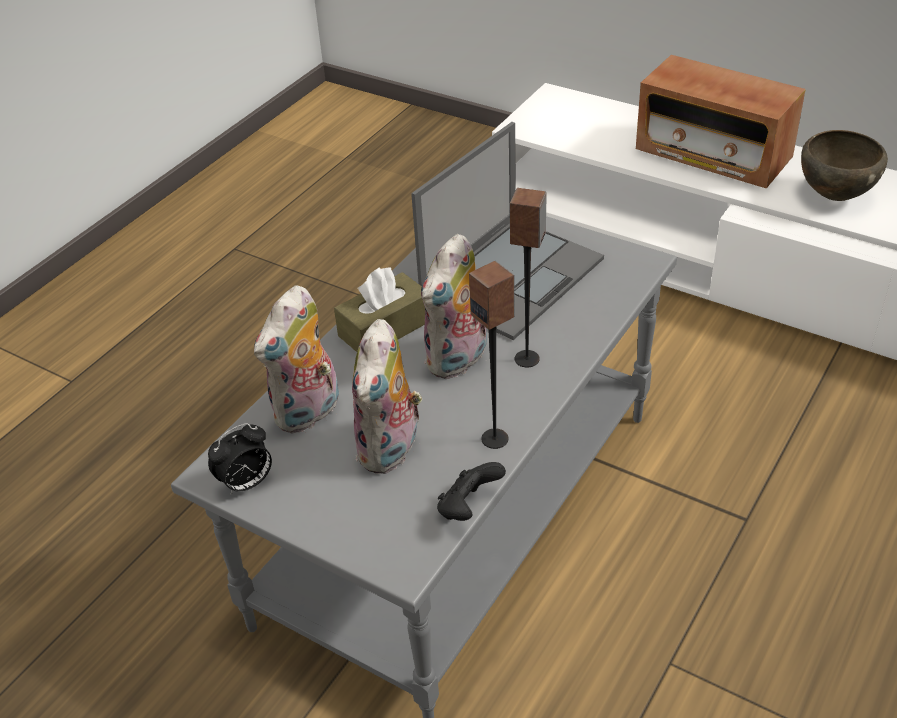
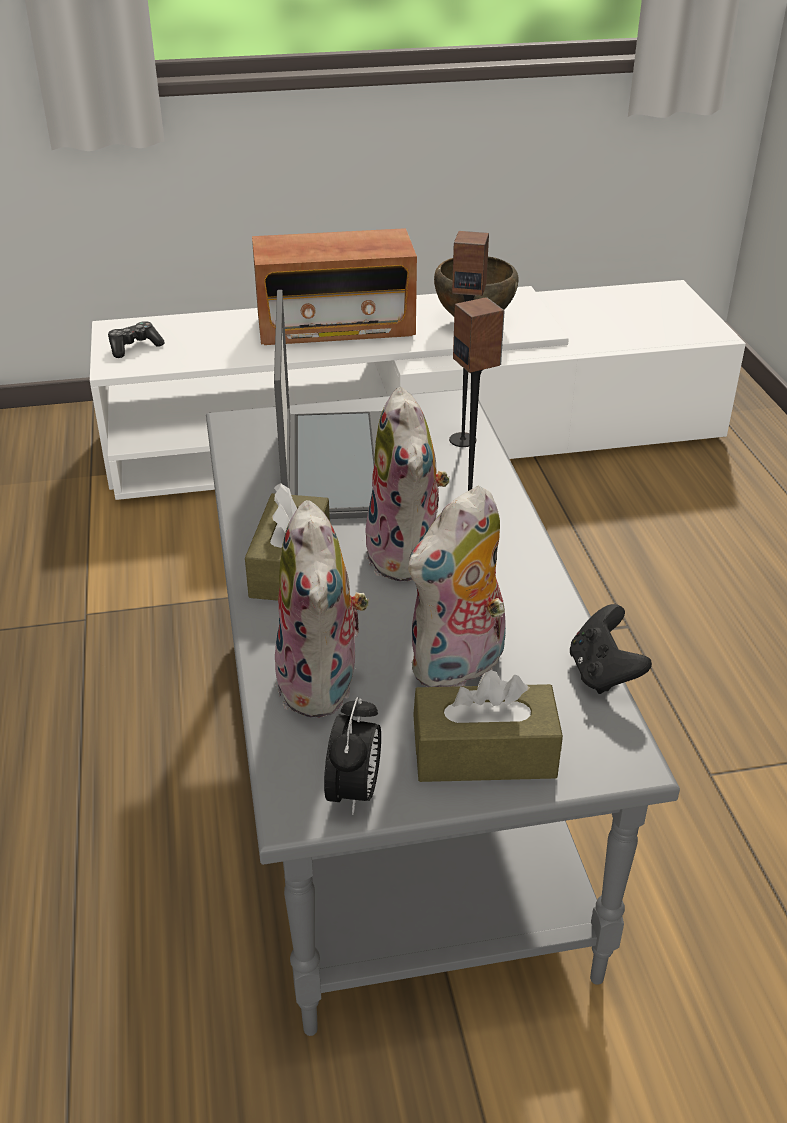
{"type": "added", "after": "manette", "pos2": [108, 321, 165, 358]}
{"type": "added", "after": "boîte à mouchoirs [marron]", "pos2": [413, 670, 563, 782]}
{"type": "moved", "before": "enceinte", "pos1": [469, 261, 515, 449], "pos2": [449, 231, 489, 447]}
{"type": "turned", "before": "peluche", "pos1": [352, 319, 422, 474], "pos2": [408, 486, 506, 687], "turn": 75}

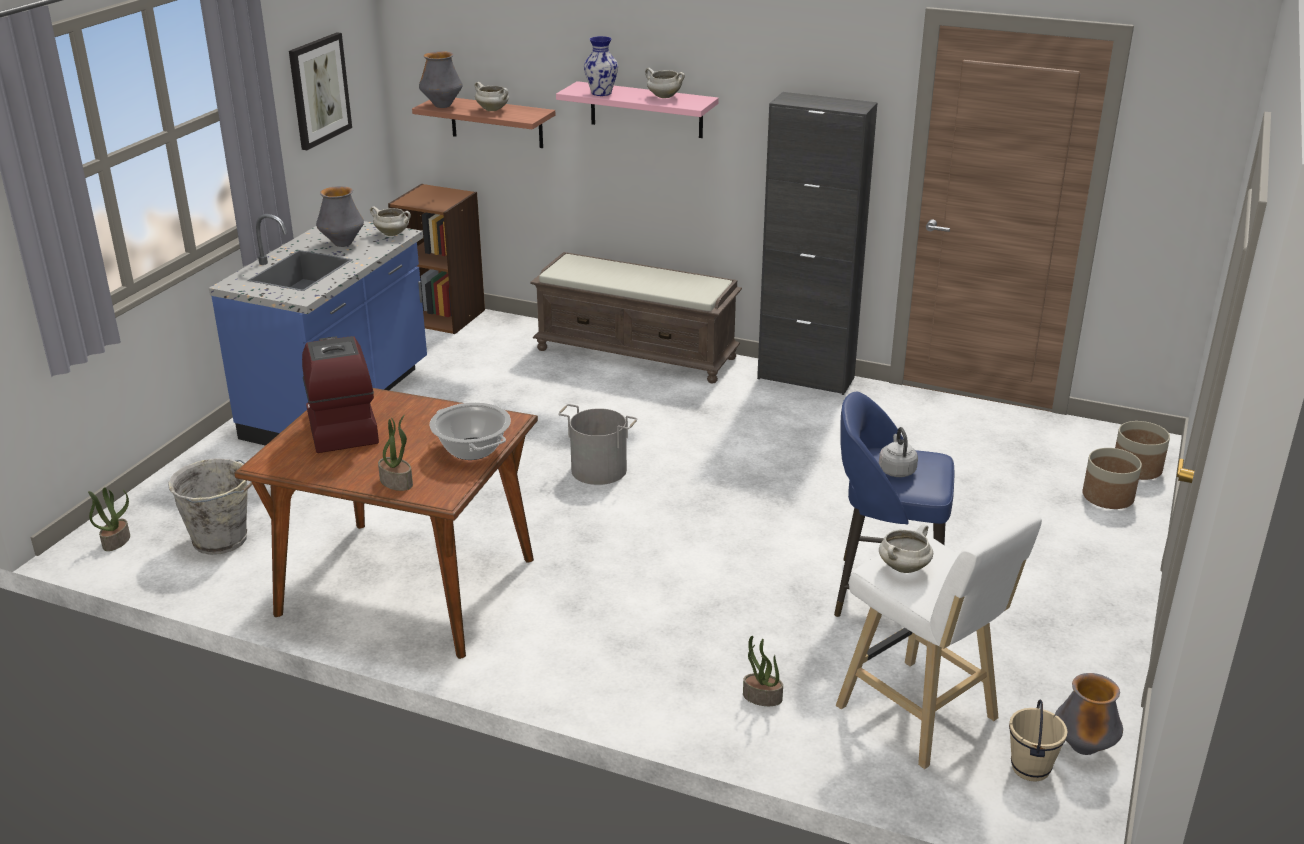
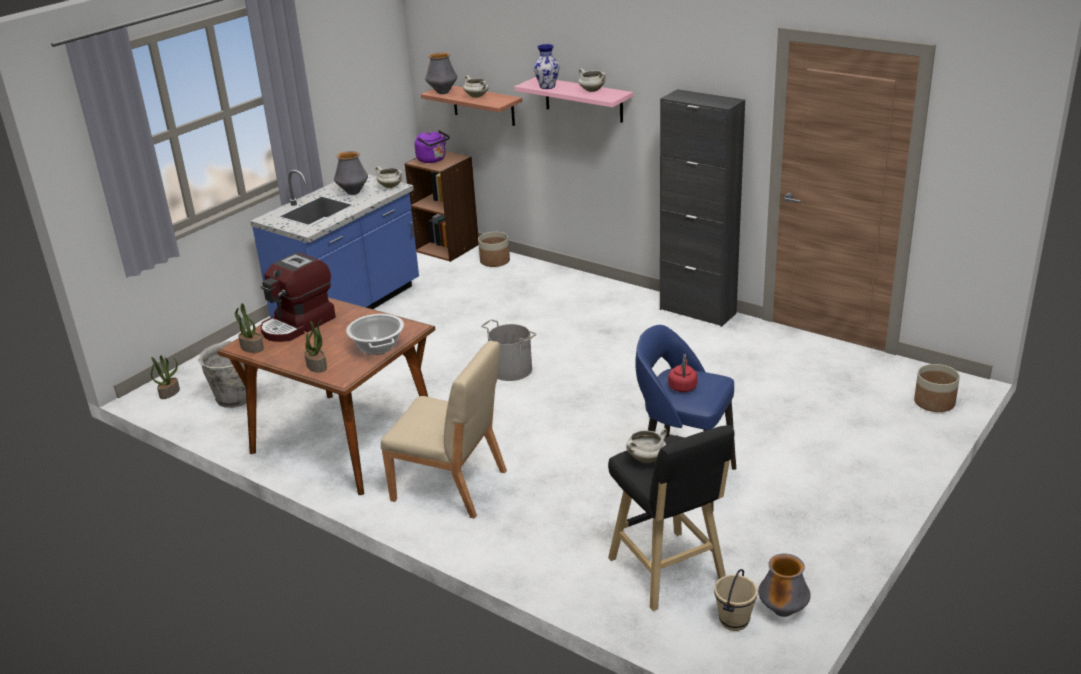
{"type": "removed", "before": "tableau", "pos1": [289, 32, 352, 150]}
{"type": "removed", "before": "banc [marron]", "pos1": [530, 252, 742, 383]}
{"type": "added", "after": "chaise [beige]", "pos2": [381, 341, 507, 519]}
{"type": "added", "after": "bouilloire [violet]", "pos2": [415, 130, 450, 163]}
{"type": "moved", "before": "plante en pot", "pos1": [743, 636, 783, 706], "pos2": [234, 303, 264, 353]}
{"type": "moved", "before": "cache-pot", "pos1": [1082, 448, 1142, 509], "pos2": [478, 232, 510, 267]}
{"type": "recoloured", "before": "tabouret [blanc]", "after": "tabouret [noir]", "pos1": [836, 512, 1042, 769], "pos2": [608, 425, 735, 611]}
{"type": "recoloured", "before": "bouilloire [gris]", "after": "bouilloire [rouge]", "pos1": [879, 427, 918, 477], "pos2": [668, 354, 698, 392]}
{"type": "turned", "before": "machine à café", "pos1": [302, 336, 379, 453], "pos2": [260, 253, 336, 342], "turn": -135}

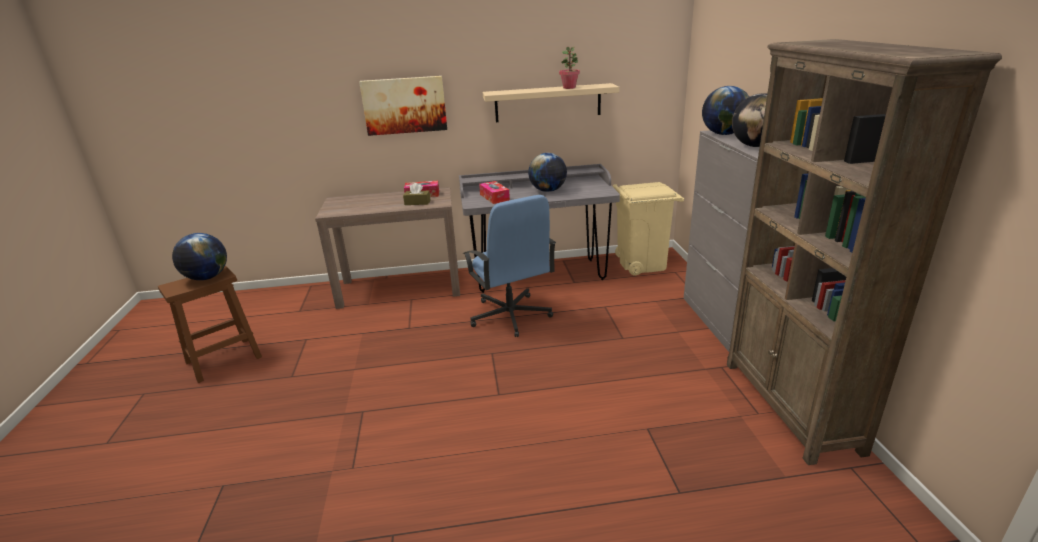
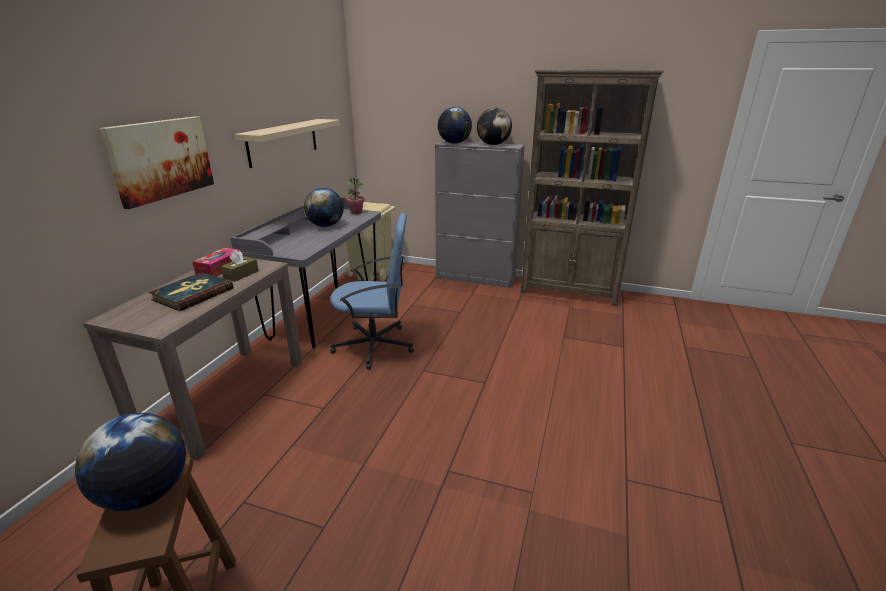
{"type": "removed", "before": "boîte à mouchoirs", "pos1": [479, 181, 510, 204]}
{"type": "added", "after": "livre", "pos2": [149, 272, 233, 311]}
{"type": "moved", "before": "plante en pot", "pos1": [559, 46, 580, 89], "pos2": [346, 177, 365, 214]}

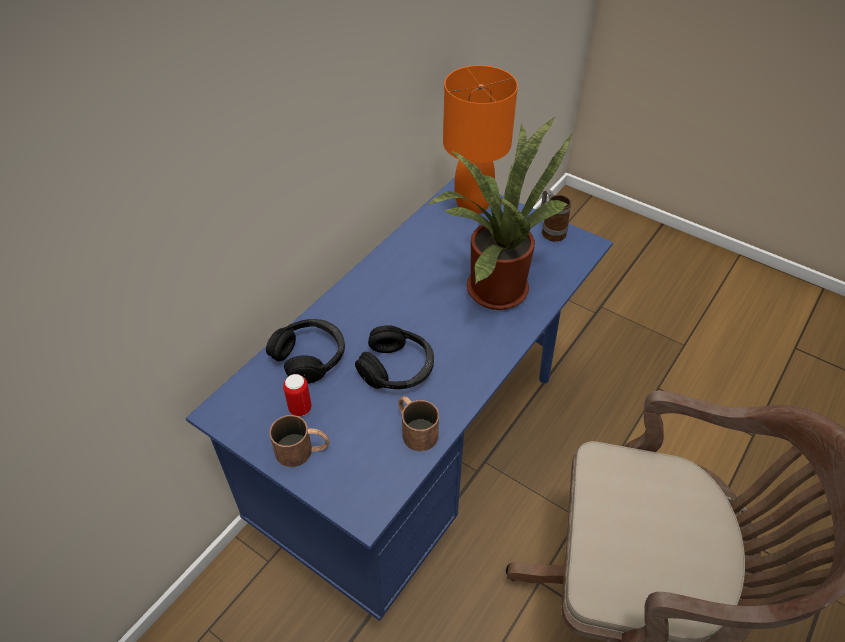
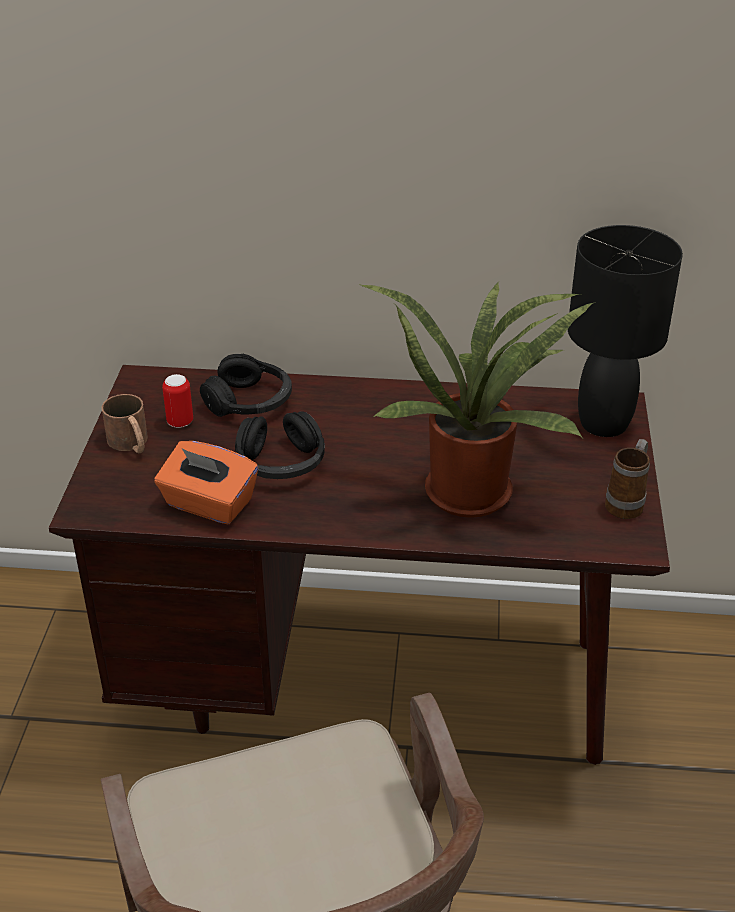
{"type": "replaced", "before": "mug [marron]", "after": "boîte à mouchoirs [orange]", "pos1": [398, 396, 439, 451], "pos2": [154, 441, 258, 524]}
{"type": "recoloured", "before": "bureau [bleu]", "after": "bureau [marron]", "pos1": [186, 177, 613, 621], "pos2": [49, 365, 670, 765]}
{"type": "recoloured", "before": "lampe de table [orange]", "after": "lampe de table [noir]", "pos1": [443, 65, 518, 214], "pos2": [568, 225, 683, 437]}

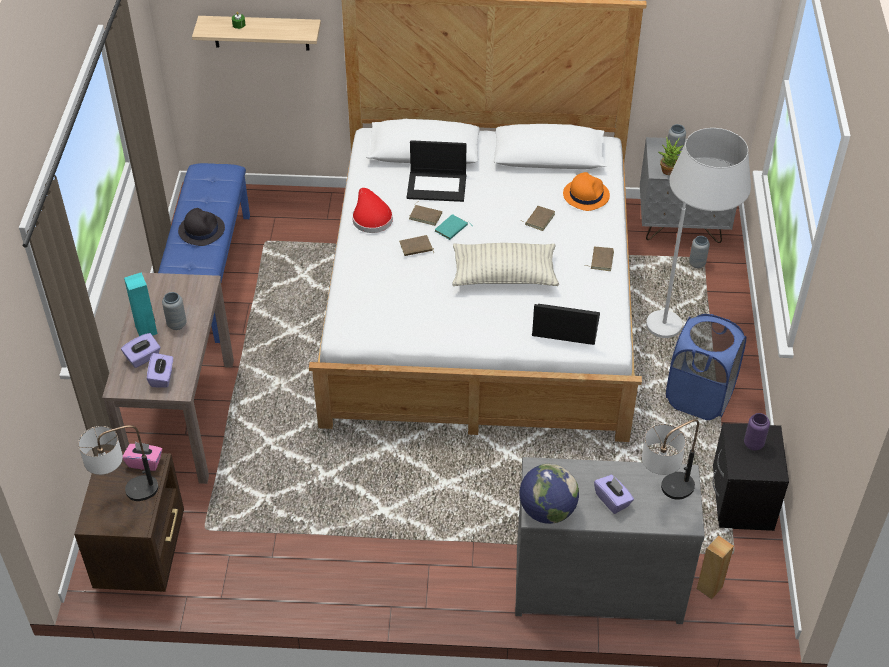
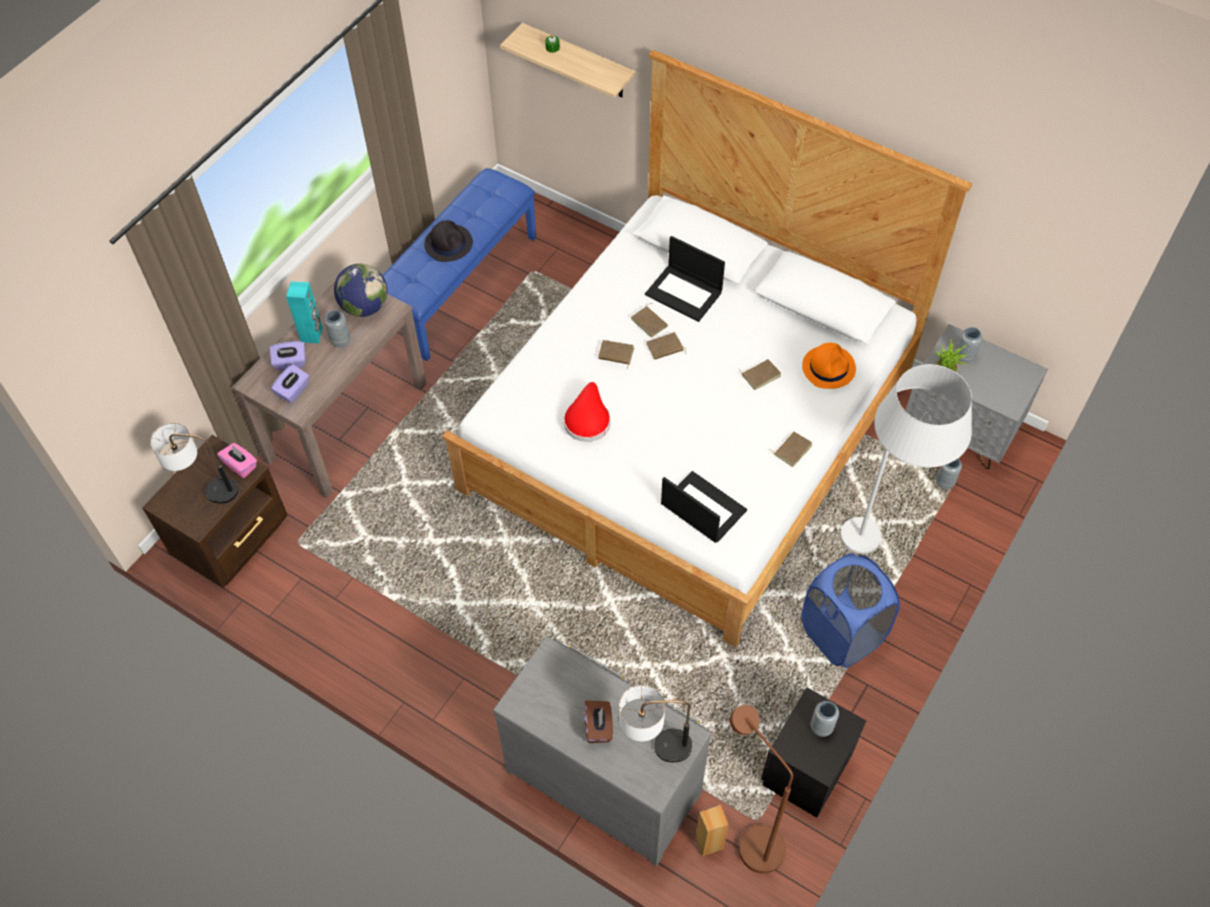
{"type": "removed", "before": "coussin", "pos1": [452, 243, 559, 286]}
{"type": "added", "after": "lampadaire [marron]", "pos2": [730, 705, 793, 874]}
{"type": "moved", "before": "chapeau [rouge]", "pos1": [352, 188, 393, 233], "pos2": [564, 382, 611, 442]}
{"type": "moved", "before": "globe", "pos1": [520, 464, 579, 524], "pos2": [334, 264, 387, 317]}
{"type": "recoloured", "before": "livre [turquoise]", "after": "livre [marron]", "pos1": [435, 214, 470, 240], "pos2": [646, 332, 686, 360]}
{"type": "recoloured", "before": "boîte à mouchoirs [violet]", "after": "boîte à mouchoirs [marron]", "pos1": [594, 475, 634, 514], "pos2": [584, 700, 613, 743]}
{"type": "recoloured", "before": "vase [violet]", "after": "vase [gris]", "pos1": [744, 413, 770, 451], "pos2": [811, 701, 839, 737]}

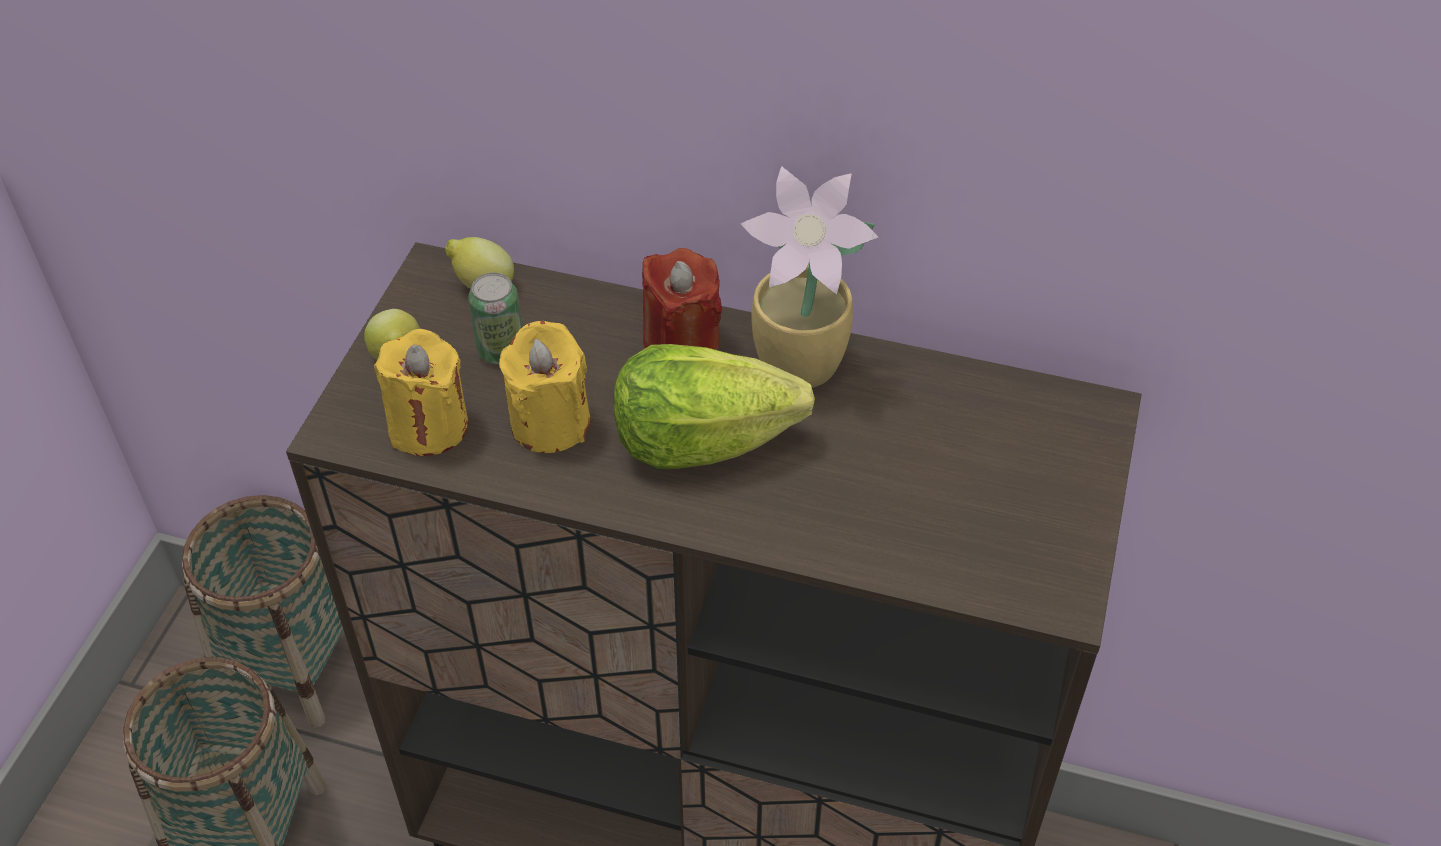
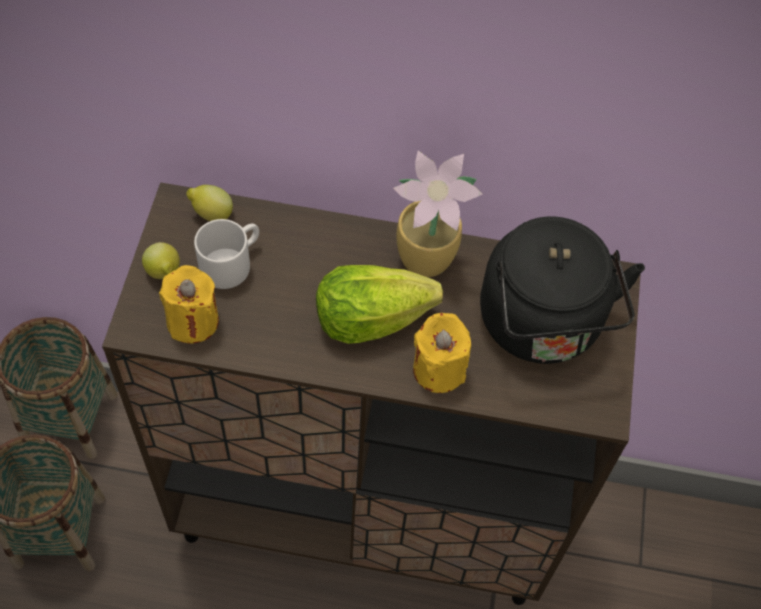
{"type": "removed", "before": "bougie [rouge]", "pos1": [642, 248, 722, 350]}
{"type": "added", "after": "bouilloire [noir]", "pos2": [480, 217, 645, 364]}
{"type": "moved", "before": "bougie [jaune]", "pos1": [499, 321, 590, 453], "pos2": [413, 313, 471, 393]}
{"type": "replaced", "before": "boîte métallique", "after": "mug [blanc]", "pos1": [469, 273, 522, 364], "pos2": [194, 219, 259, 289]}

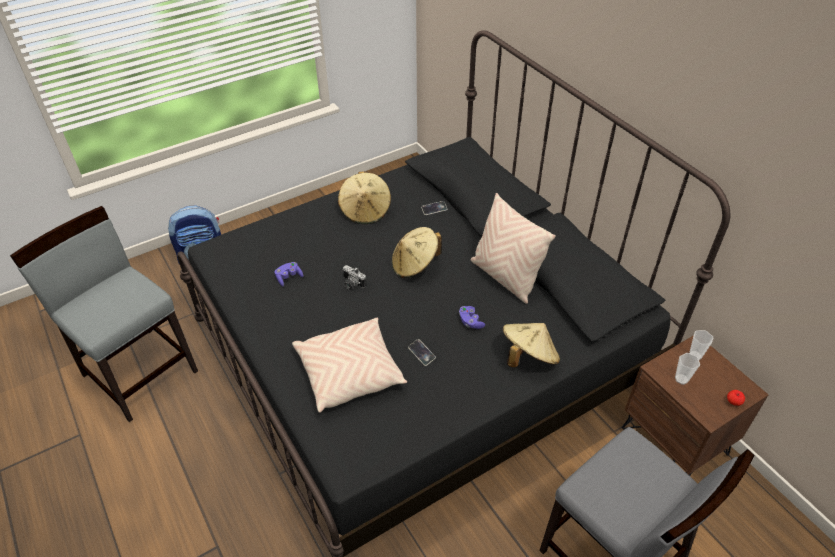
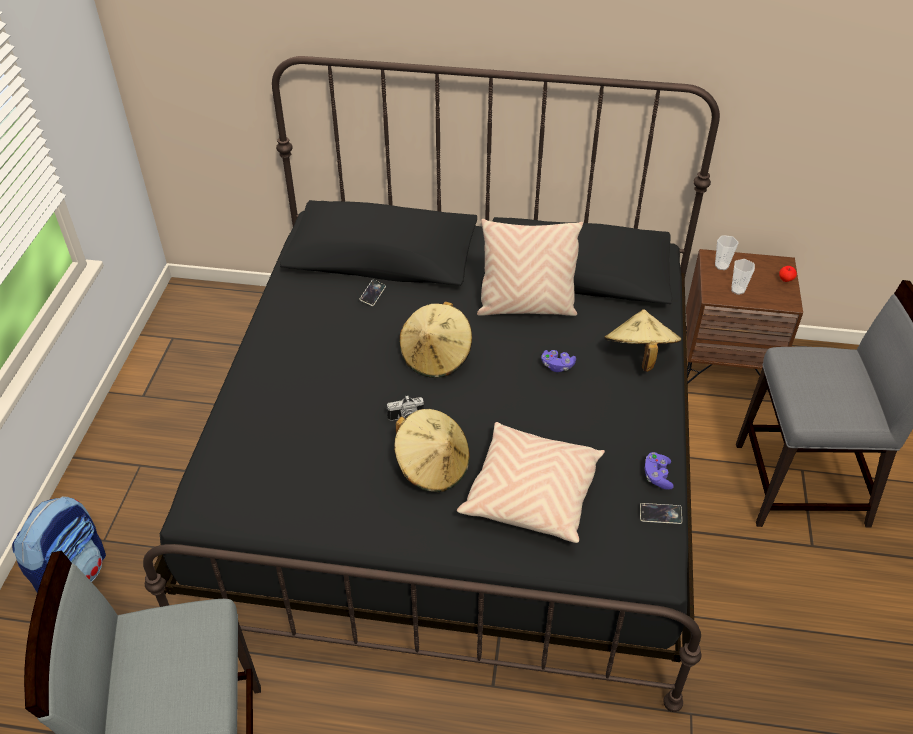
{"type": "moved", "before": "manette [violet]", "pos1": [274, 262, 303, 286], "pos2": [645, 452, 674, 490]}
{"type": "moved", "before": "chapeau [beige]", "pos1": [338, 171, 391, 224], "pos2": [394, 409, 470, 492]}
{"type": "moved", "before": "téléphone", "pos1": [408, 339, 436, 366], "pos2": [640, 503, 682, 524]}

